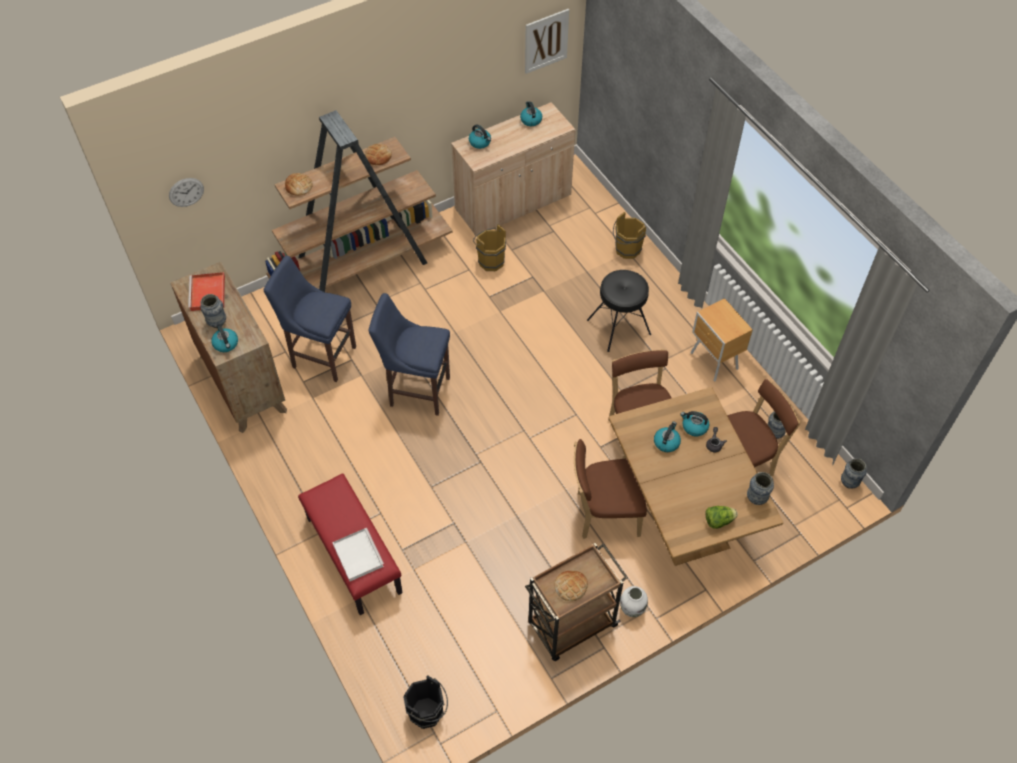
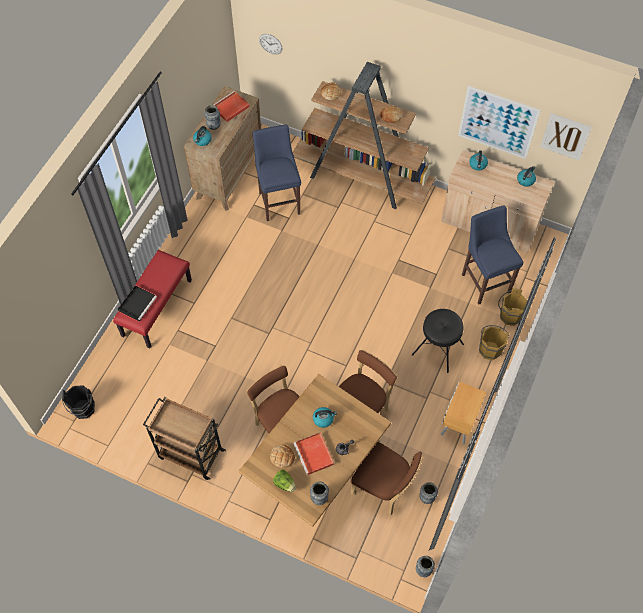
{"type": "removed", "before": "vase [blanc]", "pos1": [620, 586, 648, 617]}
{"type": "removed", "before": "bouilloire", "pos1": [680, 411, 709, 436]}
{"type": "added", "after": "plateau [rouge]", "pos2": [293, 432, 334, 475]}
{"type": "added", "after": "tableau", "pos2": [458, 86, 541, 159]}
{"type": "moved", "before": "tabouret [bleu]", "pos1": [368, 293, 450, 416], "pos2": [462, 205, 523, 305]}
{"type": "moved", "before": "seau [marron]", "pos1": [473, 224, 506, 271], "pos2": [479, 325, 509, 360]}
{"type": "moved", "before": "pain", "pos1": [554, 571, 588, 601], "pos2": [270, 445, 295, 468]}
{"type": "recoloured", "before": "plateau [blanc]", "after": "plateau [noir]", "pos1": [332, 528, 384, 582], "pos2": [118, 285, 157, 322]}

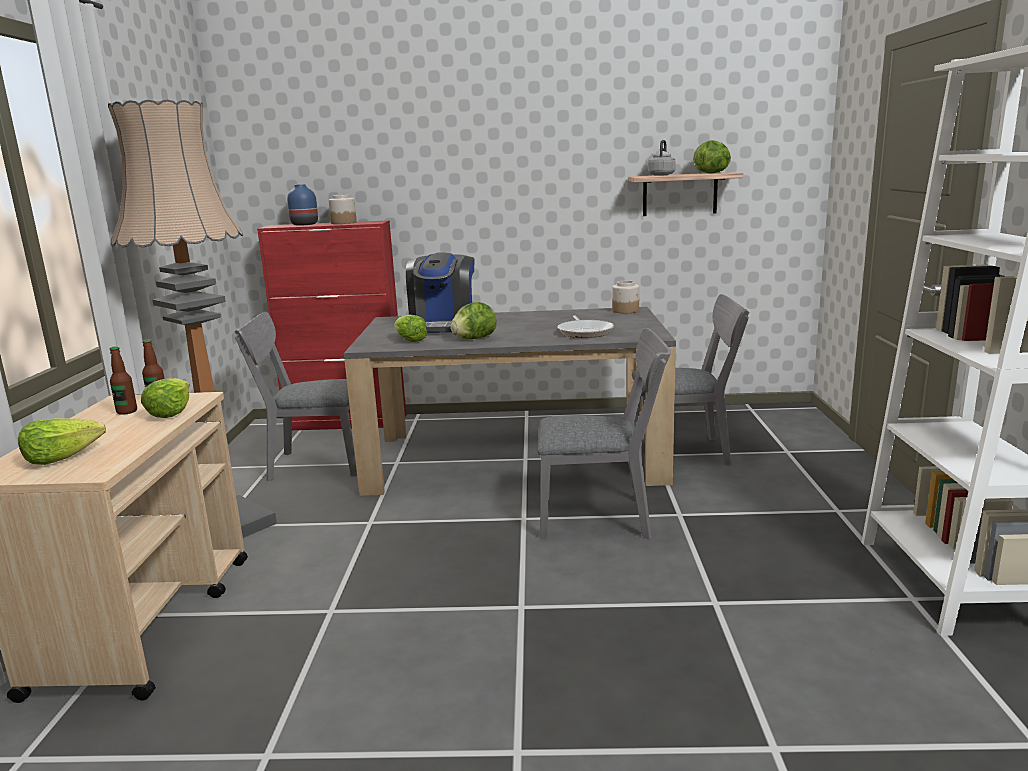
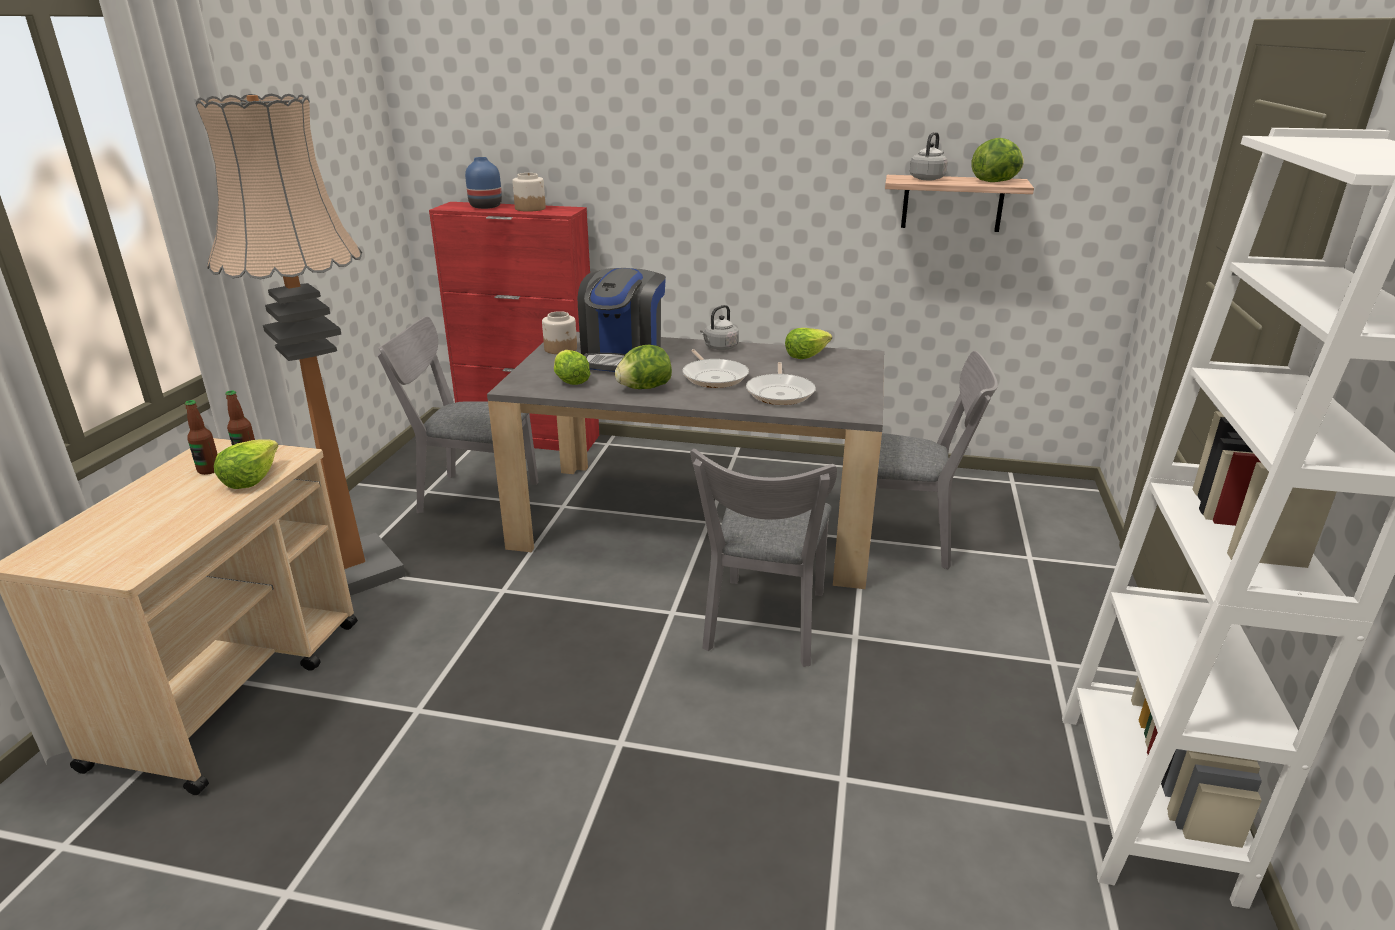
{"type": "added", "after": "poêle", "pos2": [682, 349, 749, 388]}
{"type": "added", "after": "bouilloire [gris]", "pos2": [700, 305, 739, 350]}
{"type": "moved", "before": "laitue", "pos1": [18, 418, 106, 465], "pos2": [785, 328, 832, 359]}
{"type": "moved", "before": "bocal", "pos1": [612, 281, 639, 313], "pos2": [542, 311, 577, 354]}
{"type": "turned", "before": "chaise [gris]", "pos1": [537, 328, 671, 539], "pos2": [690, 449, 837, 667], "turn": 90}

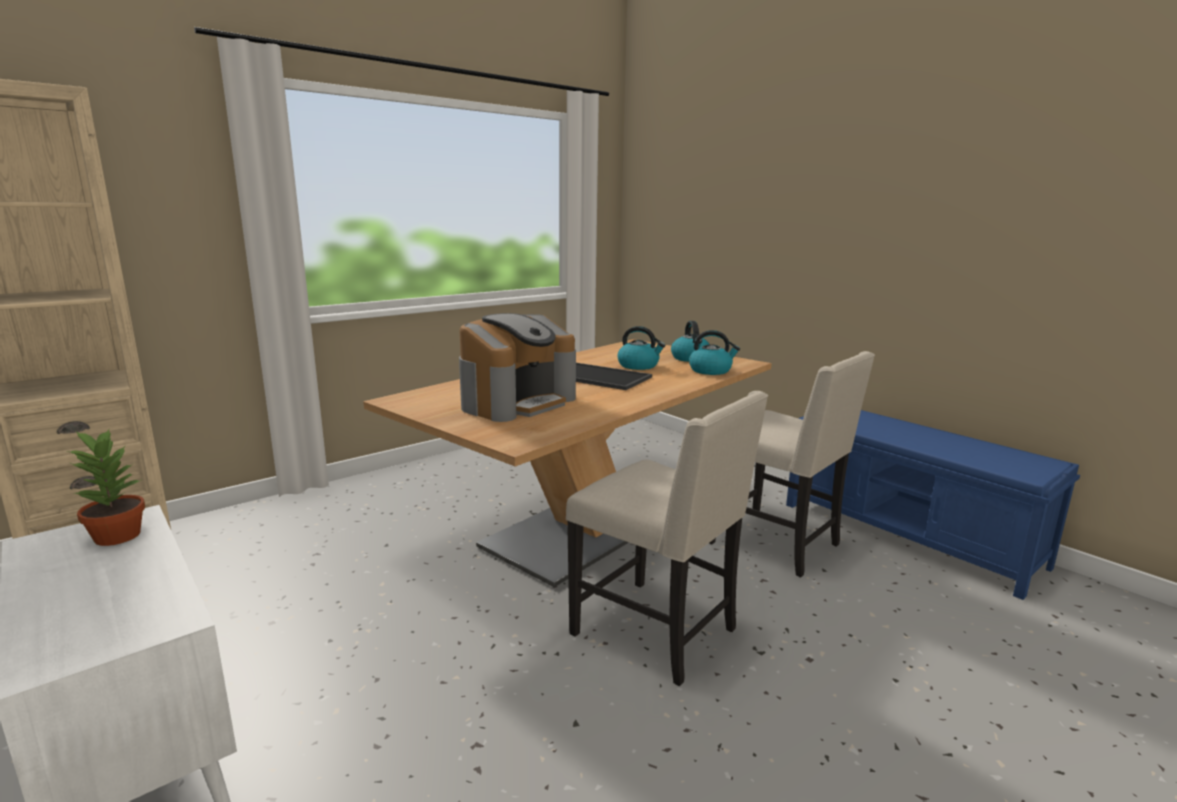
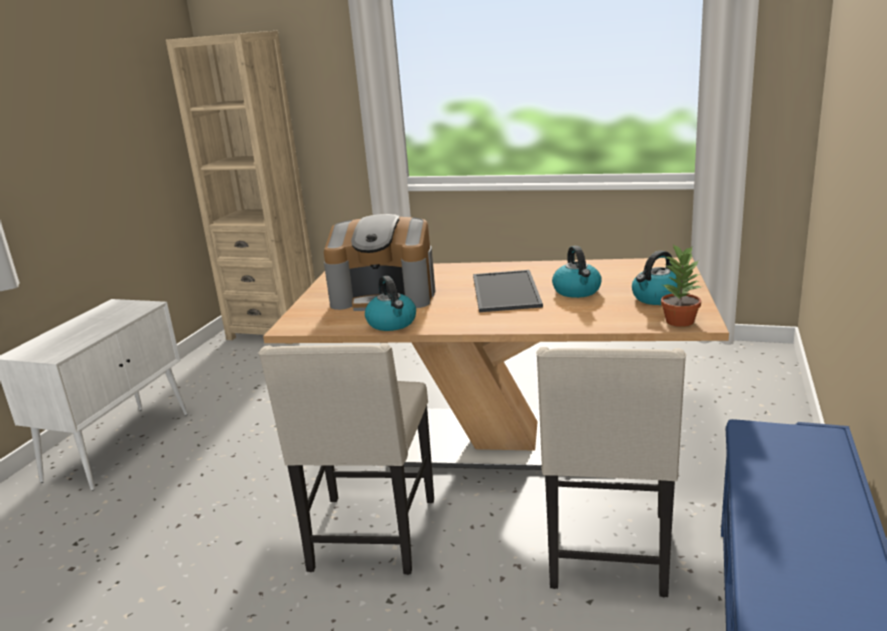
{"type": "moved", "before": "plante en pot", "pos1": [67, 429, 145, 546], "pos2": [661, 244, 701, 327]}
{"type": "moved", "before": "bouilloire", "pos1": [689, 330, 740, 375], "pos2": [365, 276, 416, 331]}

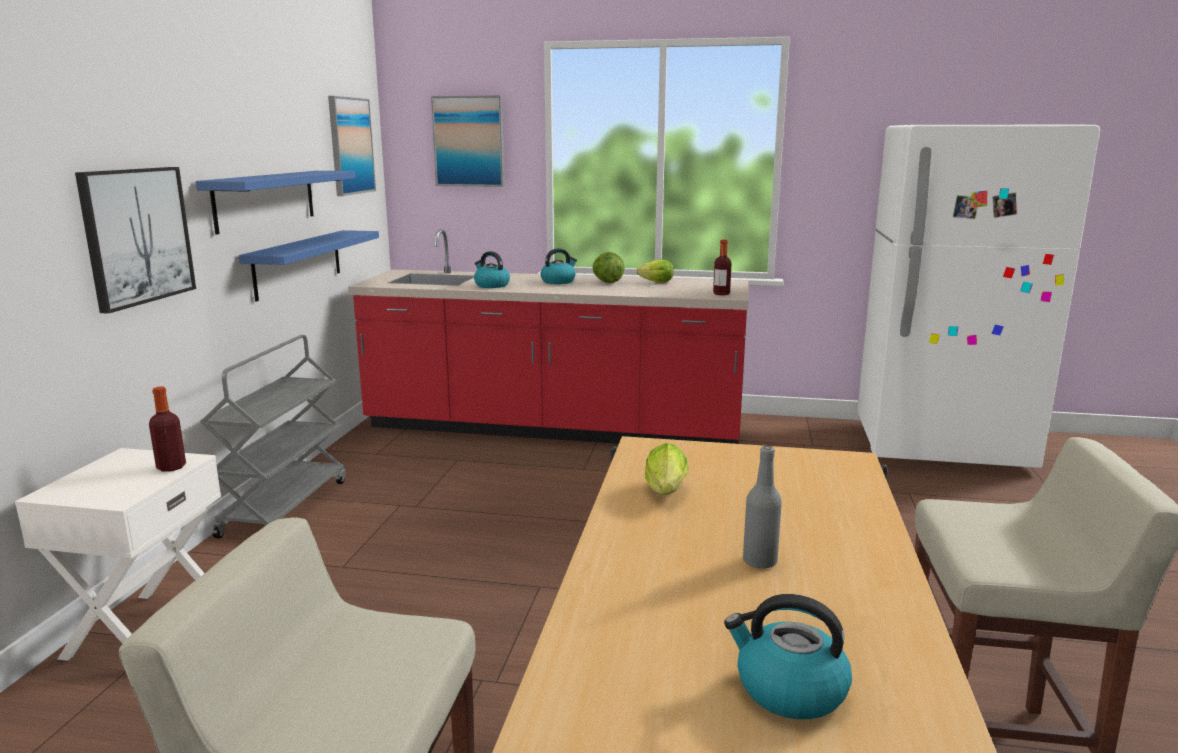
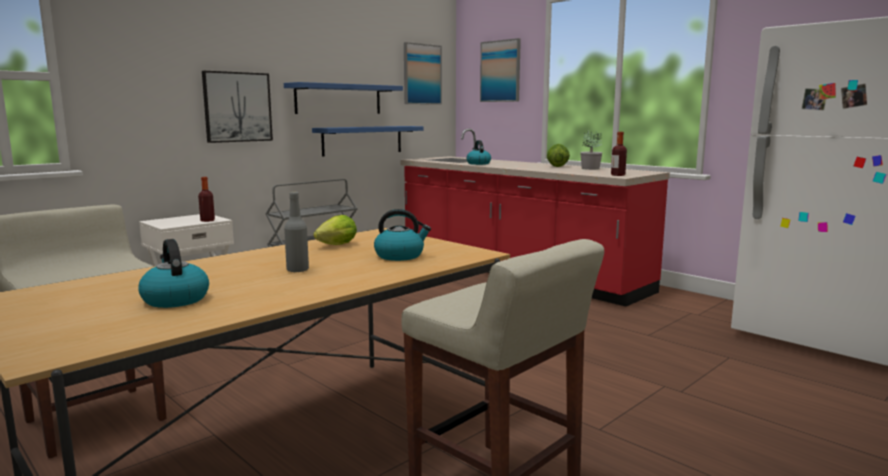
{"type": "moved", "before": "bouilloire", "pos1": [541, 248, 577, 284], "pos2": [374, 209, 431, 261]}
{"type": "replaced", "before": "laitue", "after": "plante en pot", "pos1": [637, 260, 674, 283], "pos2": [580, 131, 602, 170]}

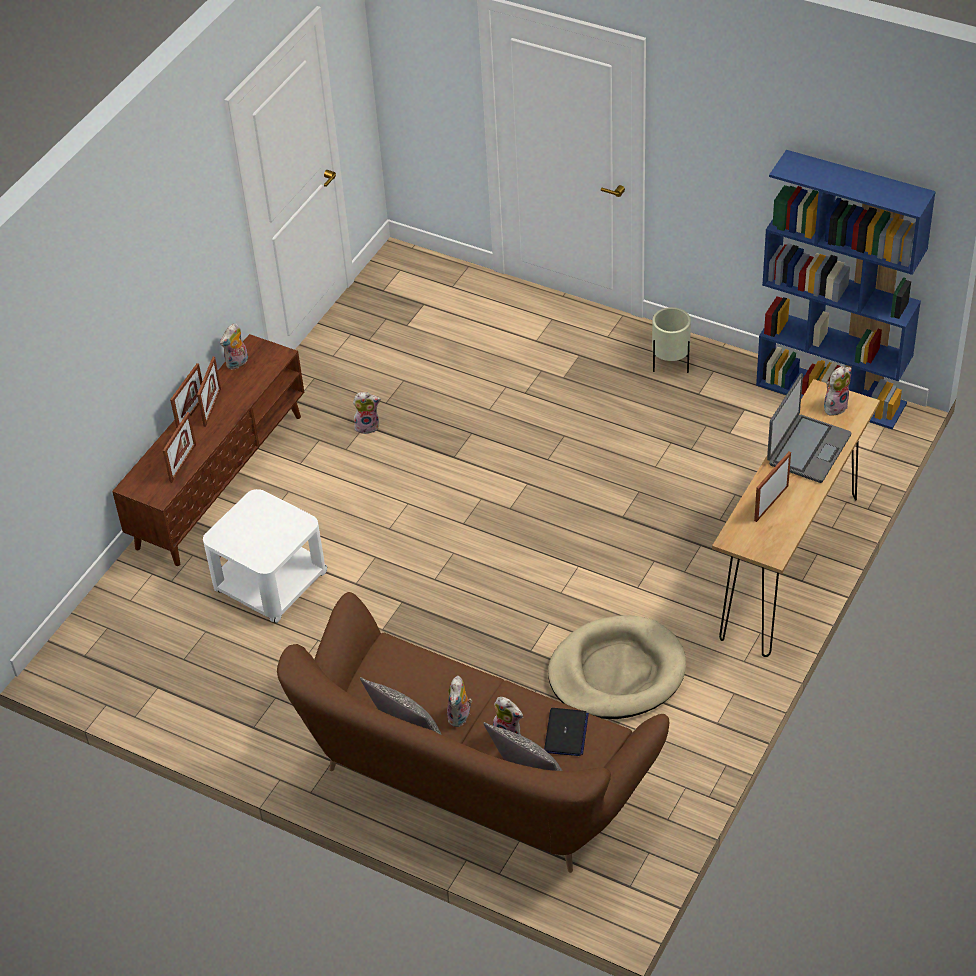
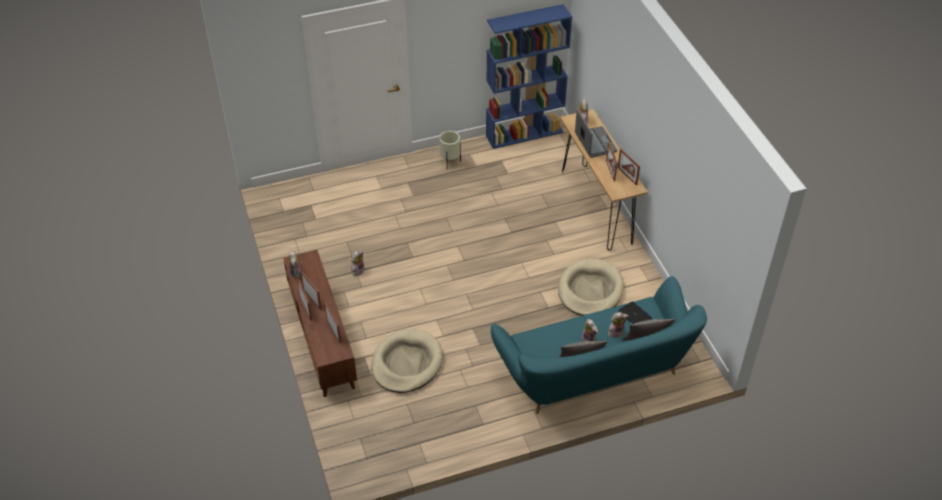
{"type": "added", "after": "cadre photo", "pos2": [618, 149, 640, 186]}
{"type": "replaced", "before": "table d'appoint [blanc]", "after": "panier pour chien [beige]", "pos1": [203, 489, 327, 623], "pos2": [371, 329, 443, 393]}
{"type": "recoloured", "before": "canapé [marron]", "after": "canapé [turquoise]", "pos1": [277, 592, 669, 873], "pos2": [491, 276, 707, 414]}

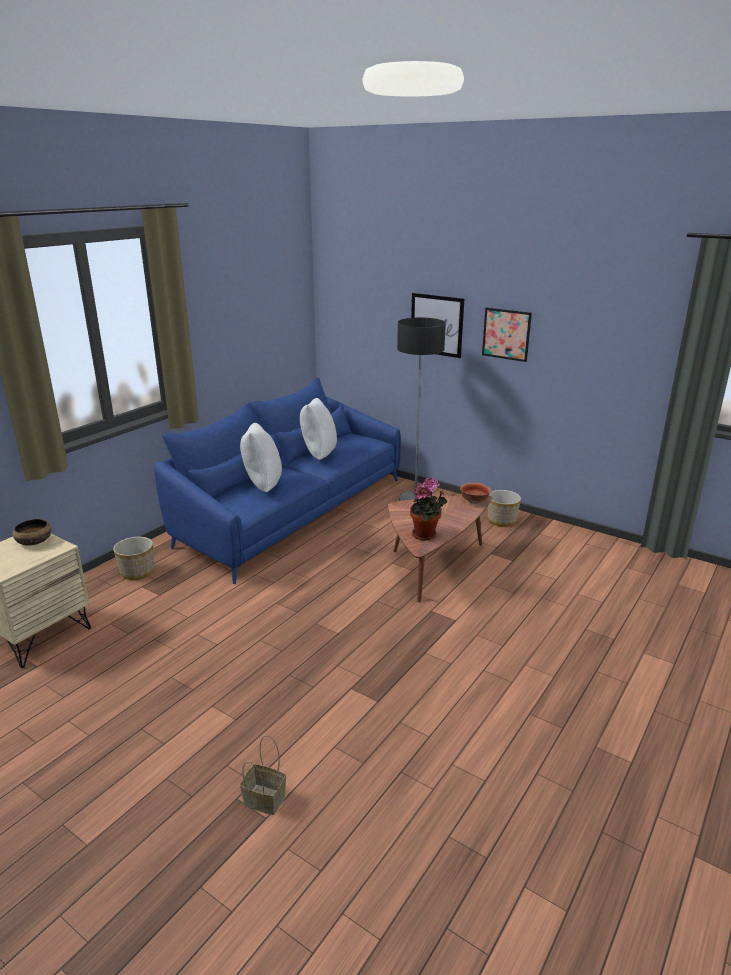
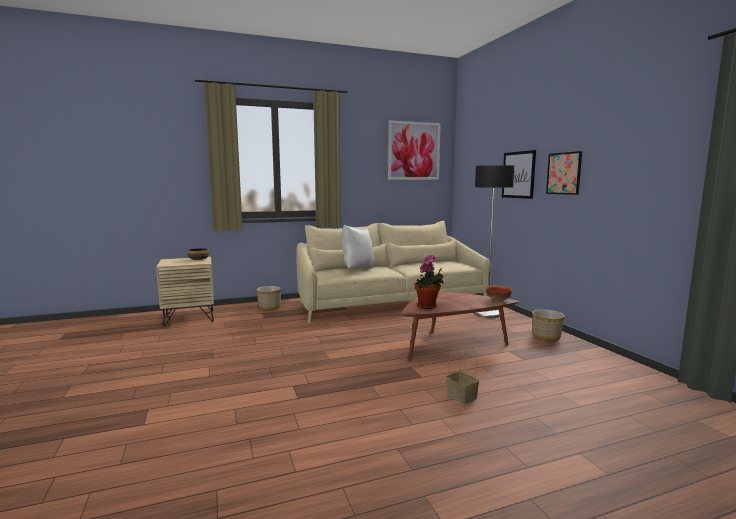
{"type": "removed", "before": "coussin [blanc]", "pos1": [300, 398, 337, 460]}
{"type": "added", "after": "tableau", "pos2": [388, 121, 441, 180]}
{"type": "moved", "before": "panier", "pos1": [240, 735, 286, 815], "pos2": [446, 347, 479, 404]}
{"type": "recoloured", "before": "canapé [bleu]", "after": "canapé [beige]", "pos1": [154, 377, 401, 584], "pos2": [296, 221, 491, 323]}

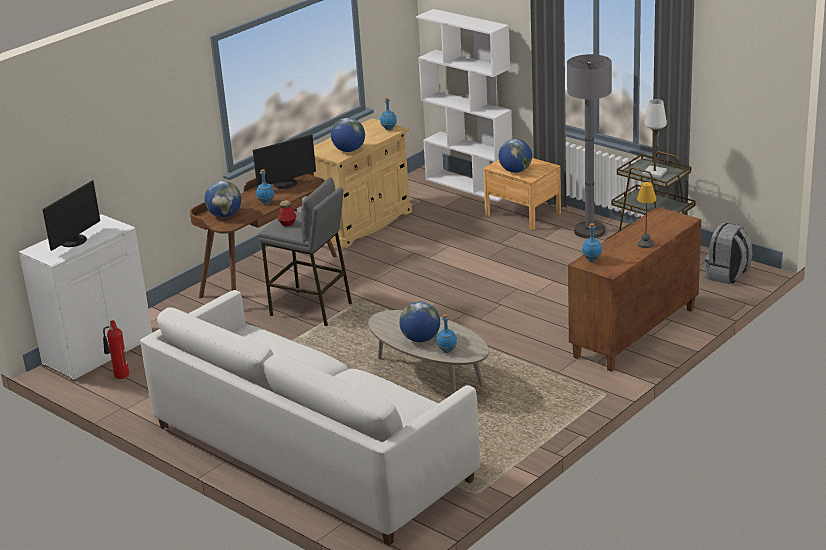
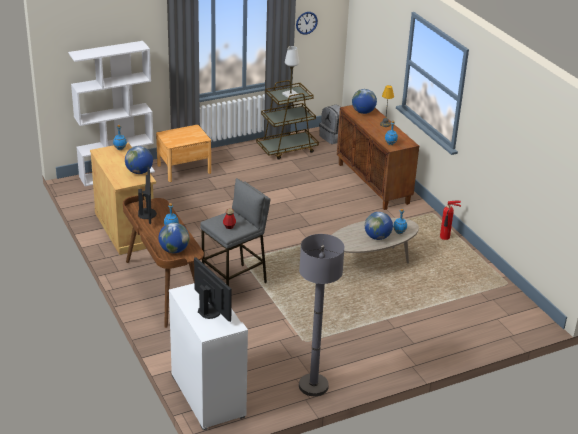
{"type": "removed", "before": "canapé [blanc]", "pos1": [140, 290, 480, 546]}
{"type": "added", "after": "horloge murale", "pos2": [296, 12, 318, 34]}
{"type": "moved", "before": "extincteur", "pos1": [103, 320, 129, 379], "pos2": [440, 201, 461, 240]}
{"type": "moved", "before": "globe", "pos1": [499, 139, 532, 173], "pos2": [352, 89, 377, 114]}
{"type": "moved", "before": "lampadaire [gris]", "pos1": [567, 54, 612, 239], "pos2": [299, 234, 345, 396]}

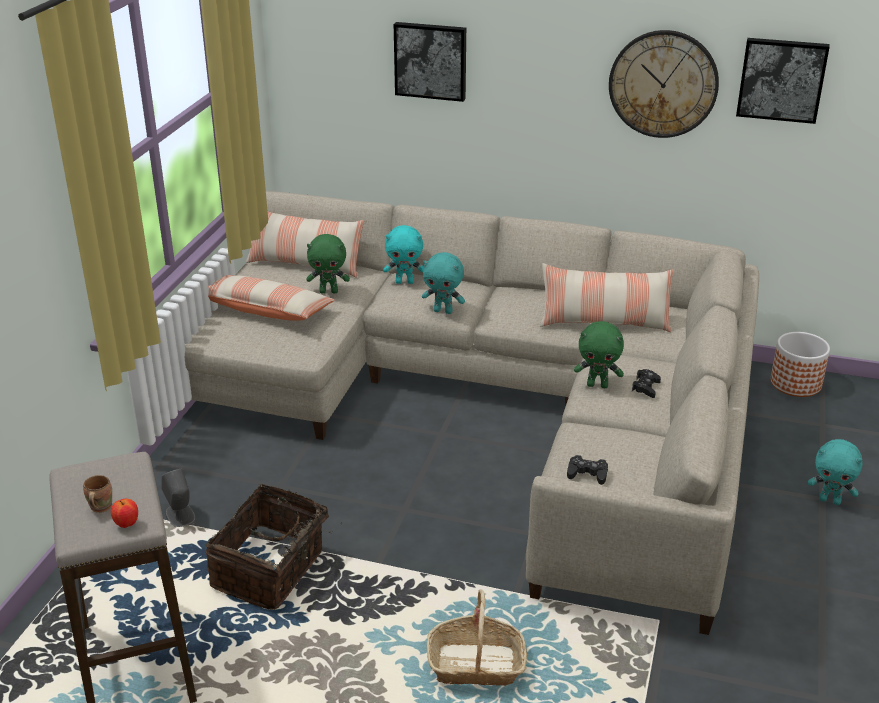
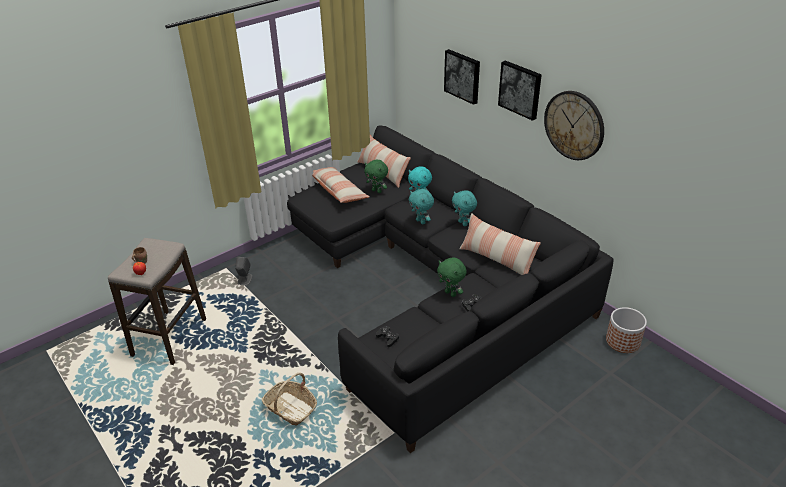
{"type": "removed", "before": "panier", "pos1": [205, 483, 342, 610]}
{"type": "moved", "before": "tableau", "pos1": [736, 38, 830, 124], "pos2": [498, 60, 542, 121]}
{"type": "moved", "before": "peluche [turquoise]", "pos1": [808, 439, 863, 505], "pos2": [452, 190, 477, 226]}
{"type": "recoloured", "before": "canapé [beige]", "after": "canapé [noir]", "pos1": [185, 191, 759, 635], "pos2": [287, 126, 614, 453]}

